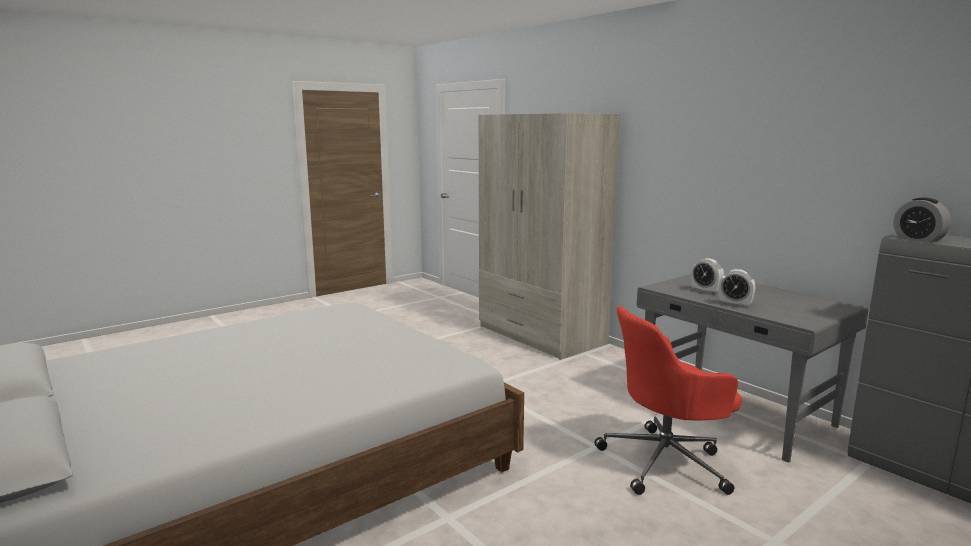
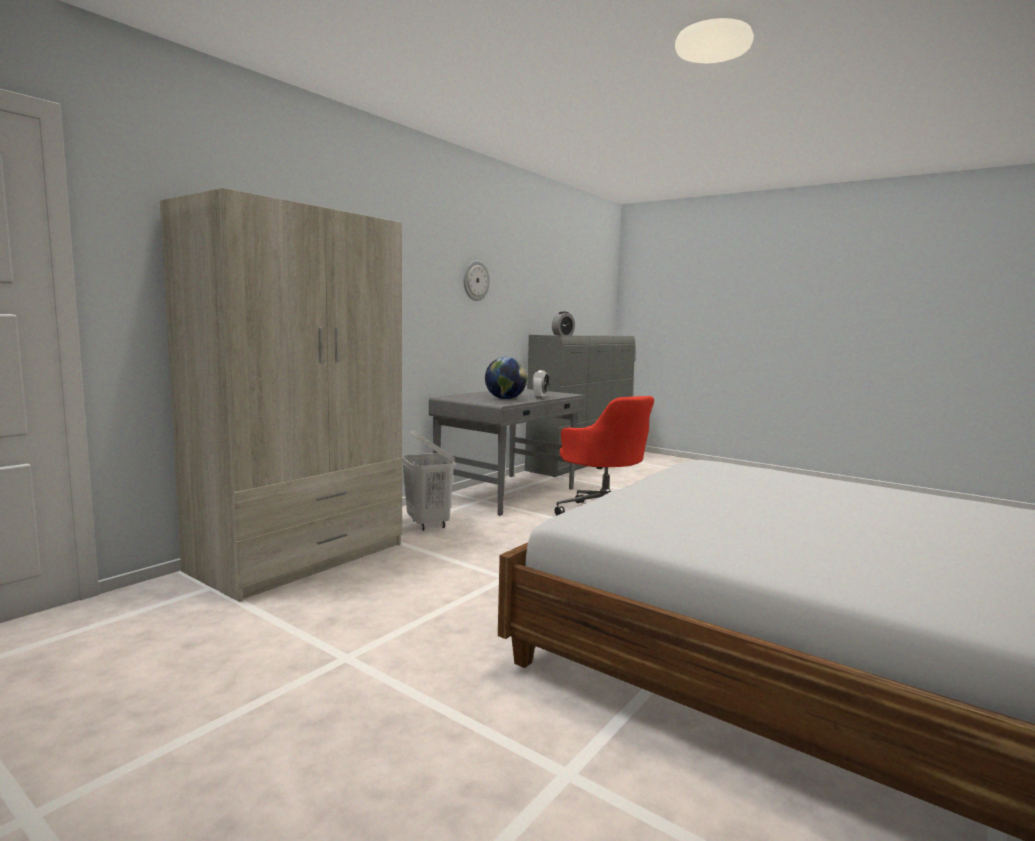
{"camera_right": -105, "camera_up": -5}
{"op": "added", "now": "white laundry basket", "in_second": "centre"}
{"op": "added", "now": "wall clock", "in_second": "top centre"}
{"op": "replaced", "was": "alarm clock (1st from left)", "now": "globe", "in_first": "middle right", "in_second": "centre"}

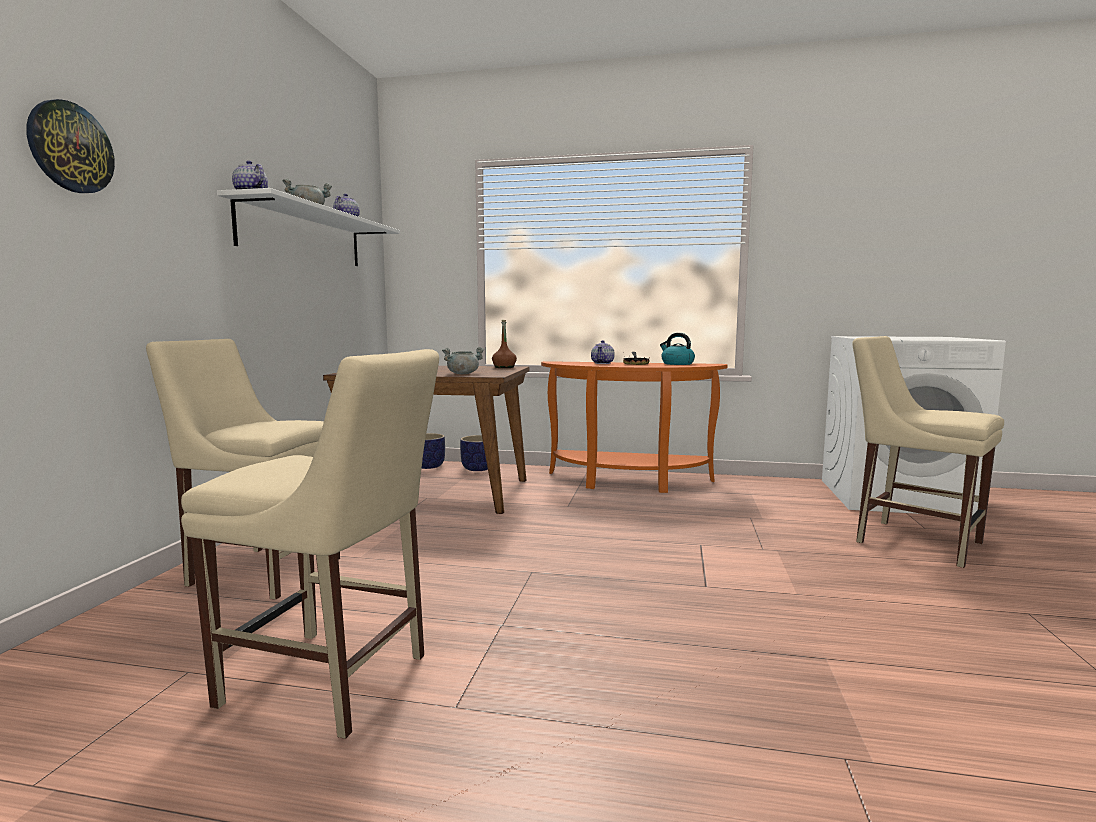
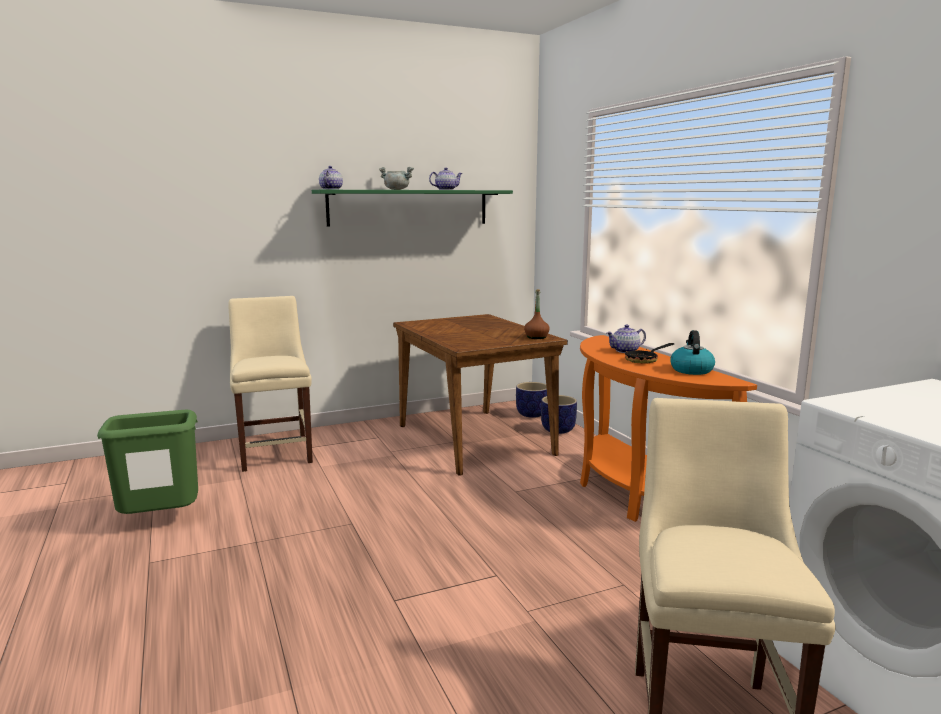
{"camera_right": 55, "camera_up": 5}
{"op": "replaced", "was": "beige chair (2nd from left)", "now": "green trash can", "in_first": "middle left", "in_second": "middle left"}
{"op": "recoloured", "was": "white shelf", "now": "green shelf", "in_first": "top left", "in_second": "top centre"}
{"op": "removed", "was": "wall clock", "in_first": "top left"}
{"op": "removed", "was": "grey cooking pot (2nd from left)", "in_first": "centre"}

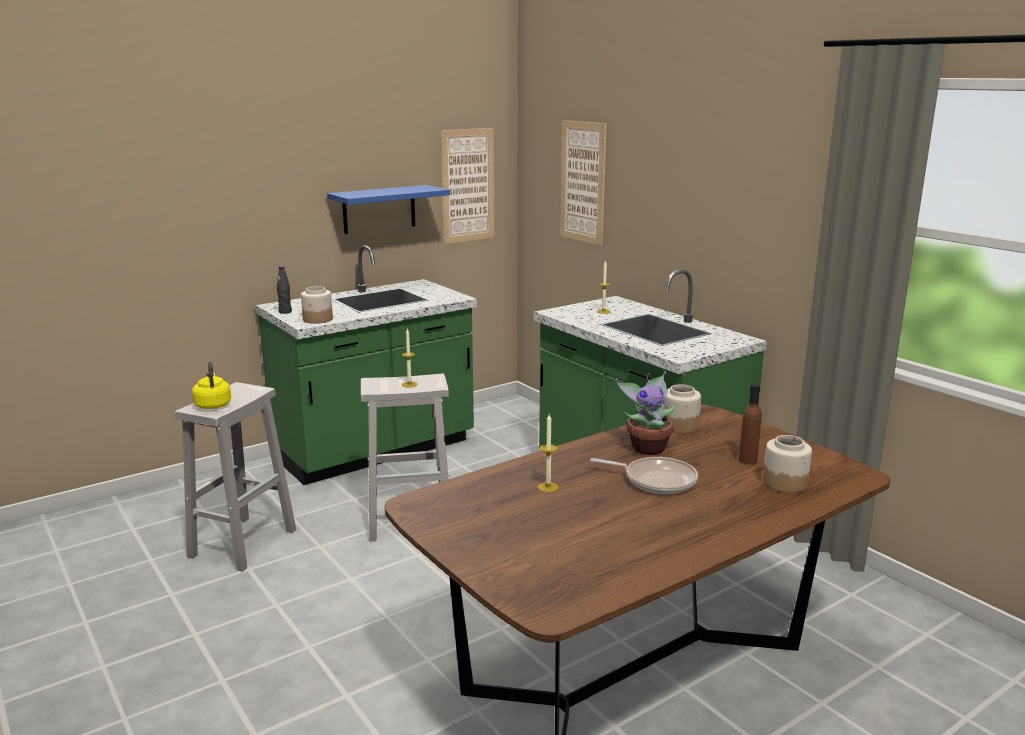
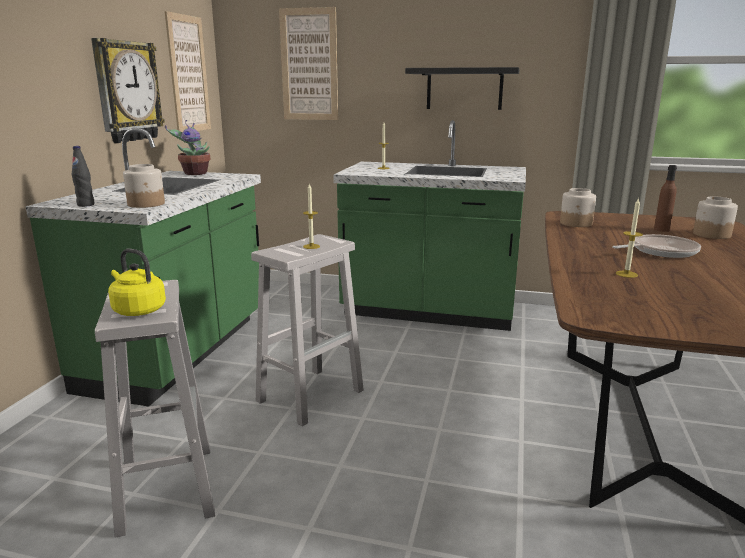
{"camera_right": -40, "camera_up": 0}
{"op": "replaced", "was": "blue shelf", "now": "wall clock", "in_first": "top centre", "in_second": "top left"}
{"op": "moved", "was": "potted plant", "in_first": "centre", "in_second": "top left"}
{"op": "added", "now": "black shelf", "in_second": "top centre"}

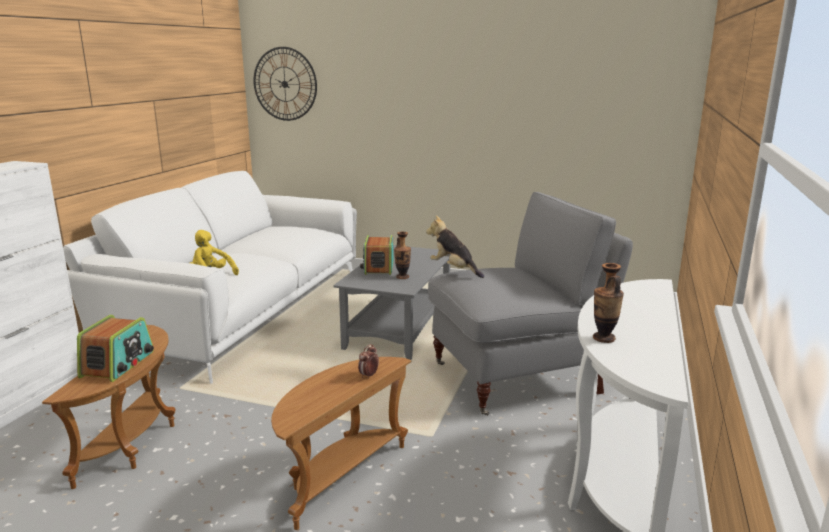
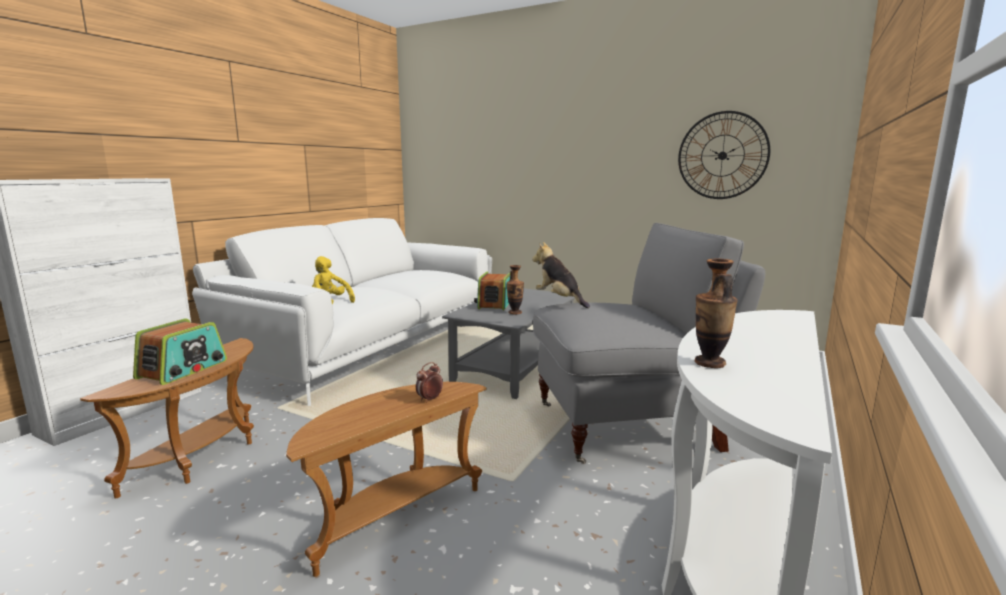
{"camera_right": 10, "camera_up": -5}
{"op": "moved", "was": "wall clock", "in_first": "top centre", "in_second": "top right"}

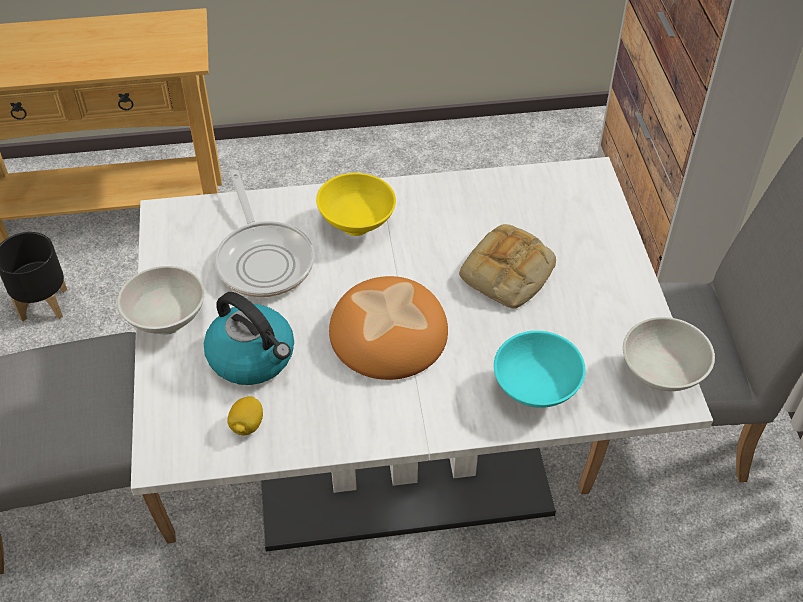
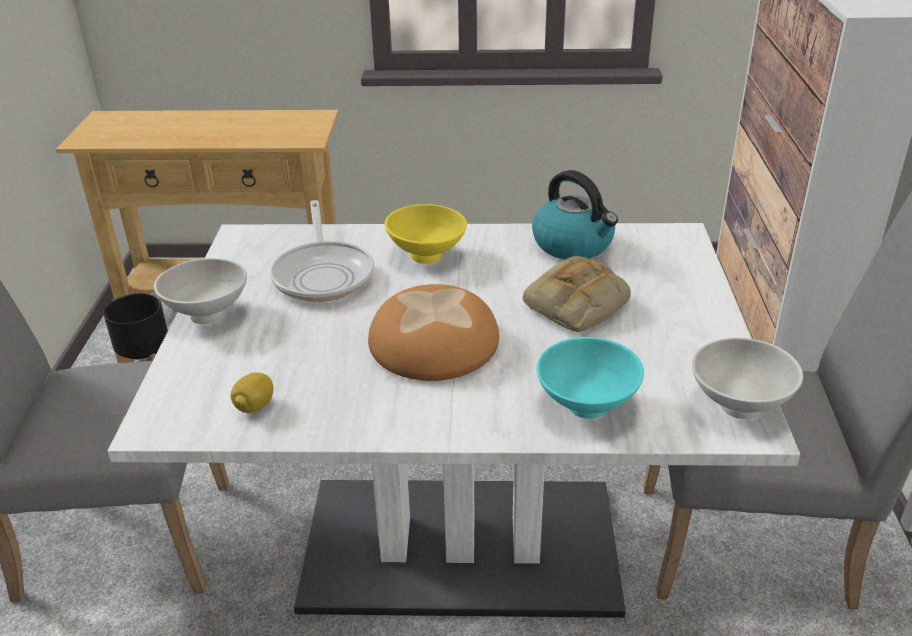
{"camera_right": 10, "camera_up": -15}
{"op": "moved", "was": "kettle", "in_first": "middle left", "in_second": "centre"}

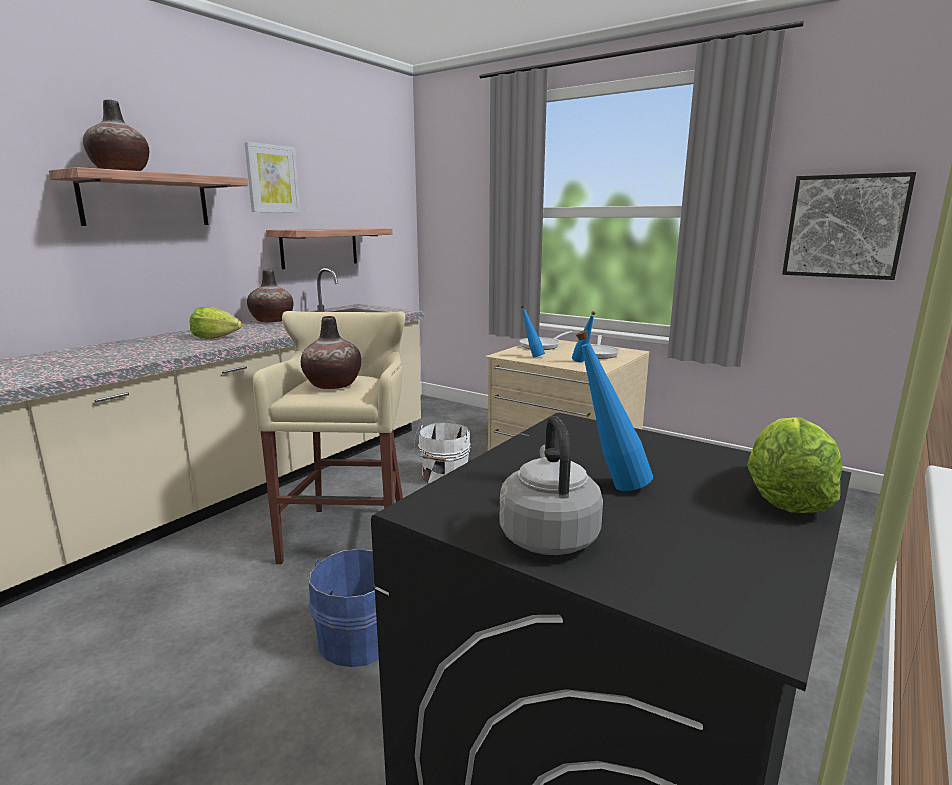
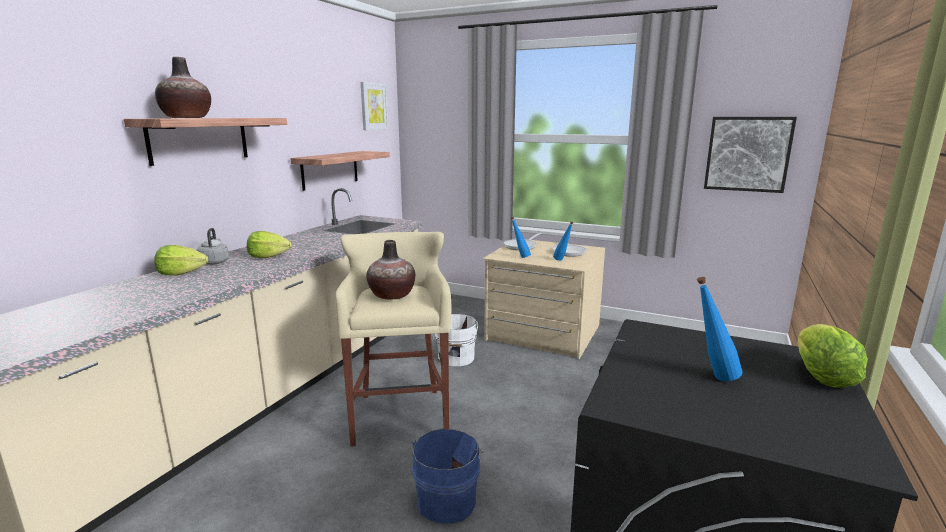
{"camera_right": -10, "camera_up": 0}
{"op": "added", "now": "lettuce (1st from left)", "in_second": "middle left"}
{"op": "moved", "was": "grey kettle", "in_first": "centre", "in_second": "middle left"}
{"op": "moved", "was": "picture (1st from left)", "in_first": "top left", "in_second": "top centre"}
{"op": "removed", "was": "vase (2nd from left)", "in_first": "middle left"}

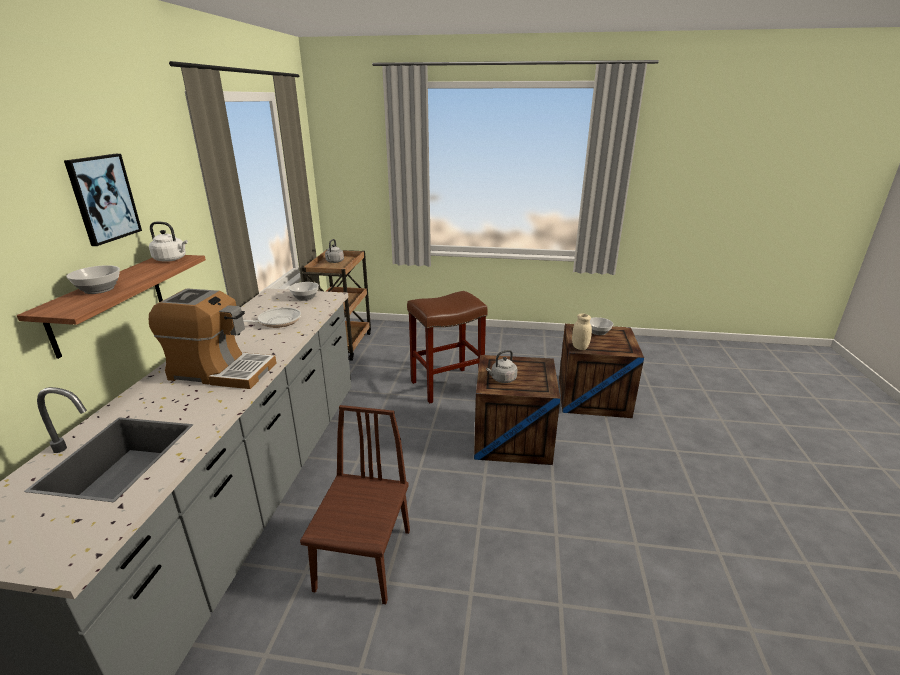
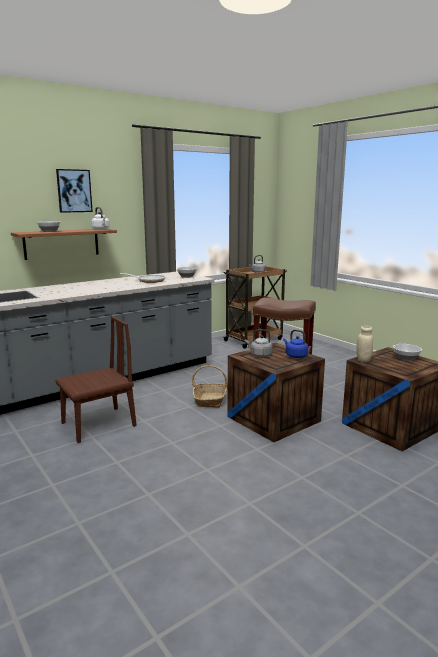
{"camera_right": 45, "camera_up": -10}
{"op": "added", "now": "basket", "in_second": "centre"}
{"op": "added", "now": "blue kettle", "in_second": "middle right"}
{"op": "removed", "was": "coffee machine", "in_first": "middle left"}

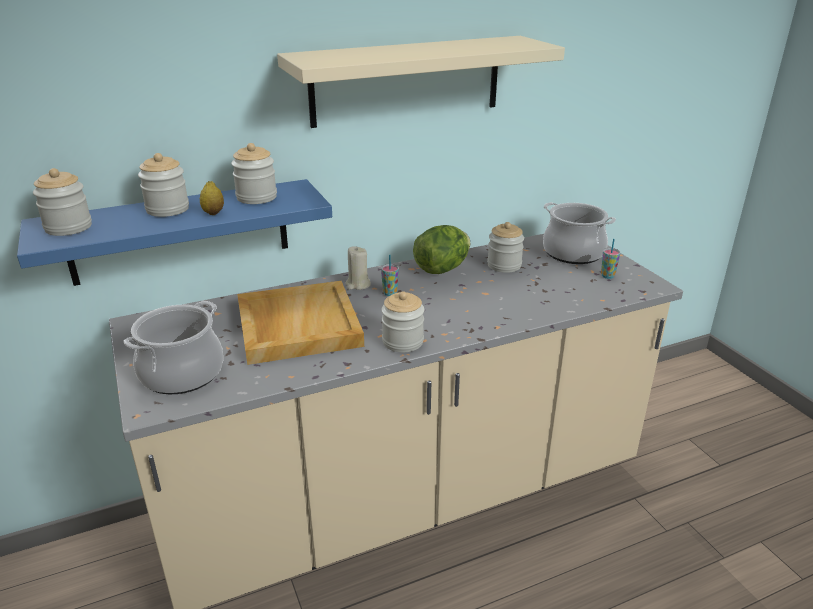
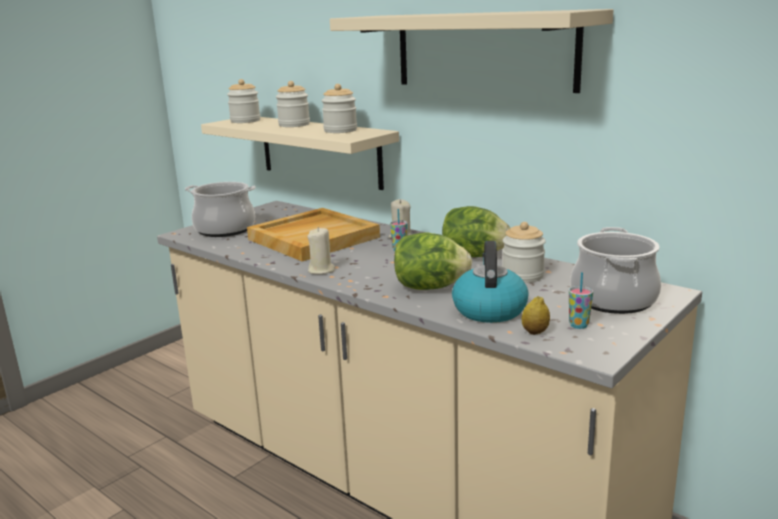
{"camera_right": 65, "camera_up": -10}
{"op": "recoloured", "was": "blue shelf", "now": "beige shelf (1st from left)", "in_first": "middle left", "in_second": "top centre"}
{"op": "replaced", "was": "jar (4th from left)", "now": "beige candle (1st from left)", "in_first": "centre", "in_second": "centre"}
{"op": "added", "now": "lettuce (1st from left)", "in_second": "centre"}
{"op": "added", "now": "kettle", "in_second": "centre"}
{"op": "moved", "was": "lemon", "in_first": "top left", "in_second": "middle right"}

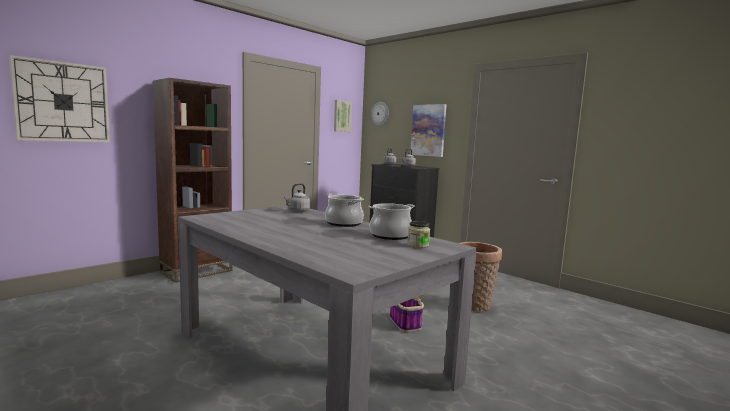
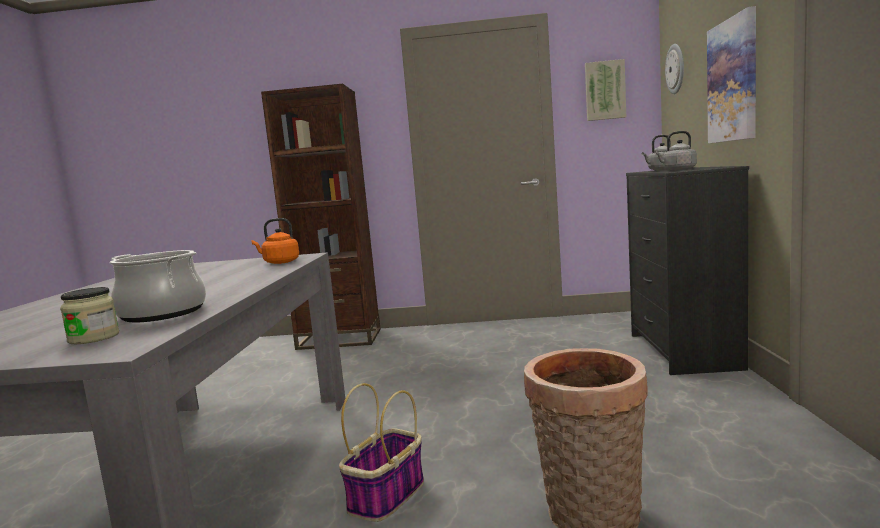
{"camera_right": 50, "camera_up": 0}
{"op": "recoloured", "was": "grey kettle (1st from left)", "now": "orange kettle", "in_first": "centre", "in_second": "middle left"}
{"op": "removed", "was": "wall clock (1st from left)", "in_first": "top left"}
{"op": "removed", "was": "cooking pot (1st from left)", "in_first": "centre"}

